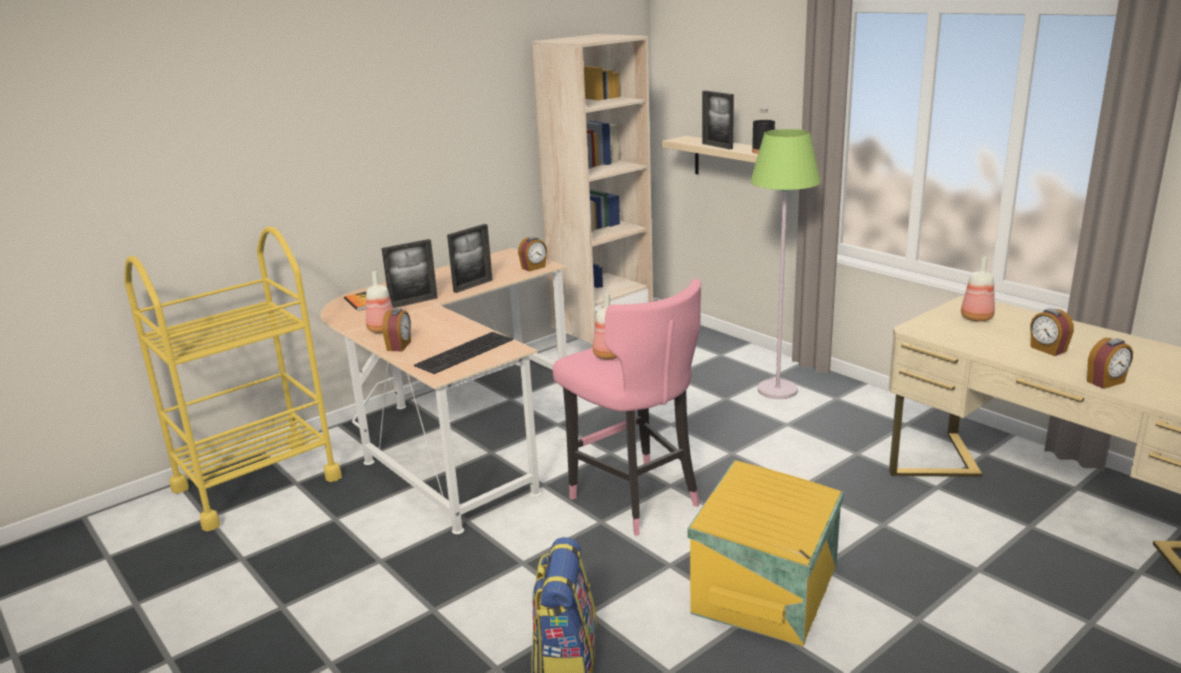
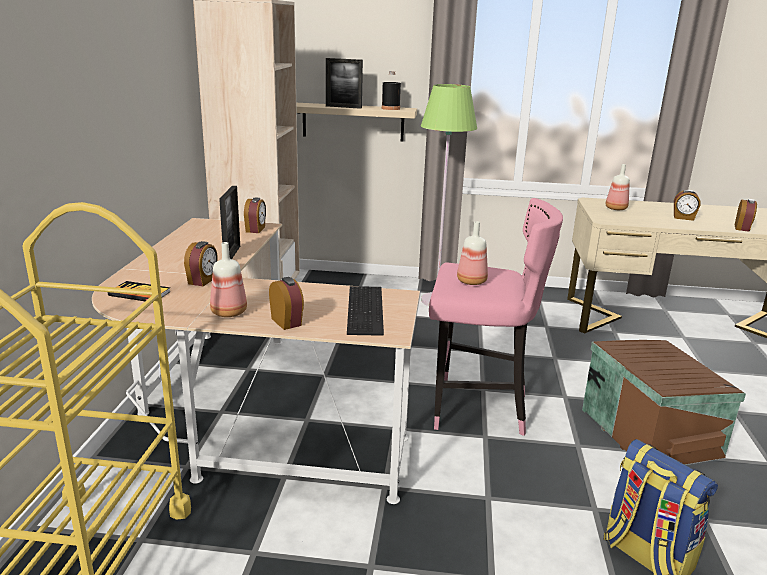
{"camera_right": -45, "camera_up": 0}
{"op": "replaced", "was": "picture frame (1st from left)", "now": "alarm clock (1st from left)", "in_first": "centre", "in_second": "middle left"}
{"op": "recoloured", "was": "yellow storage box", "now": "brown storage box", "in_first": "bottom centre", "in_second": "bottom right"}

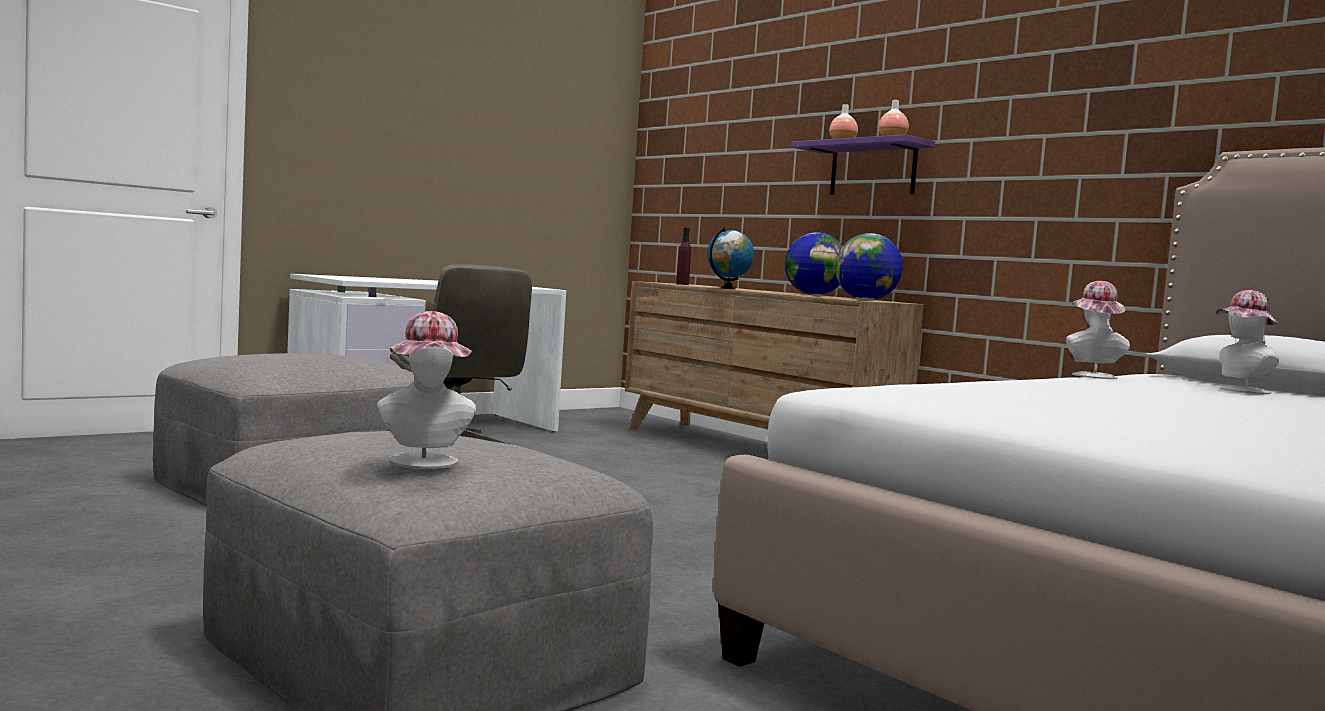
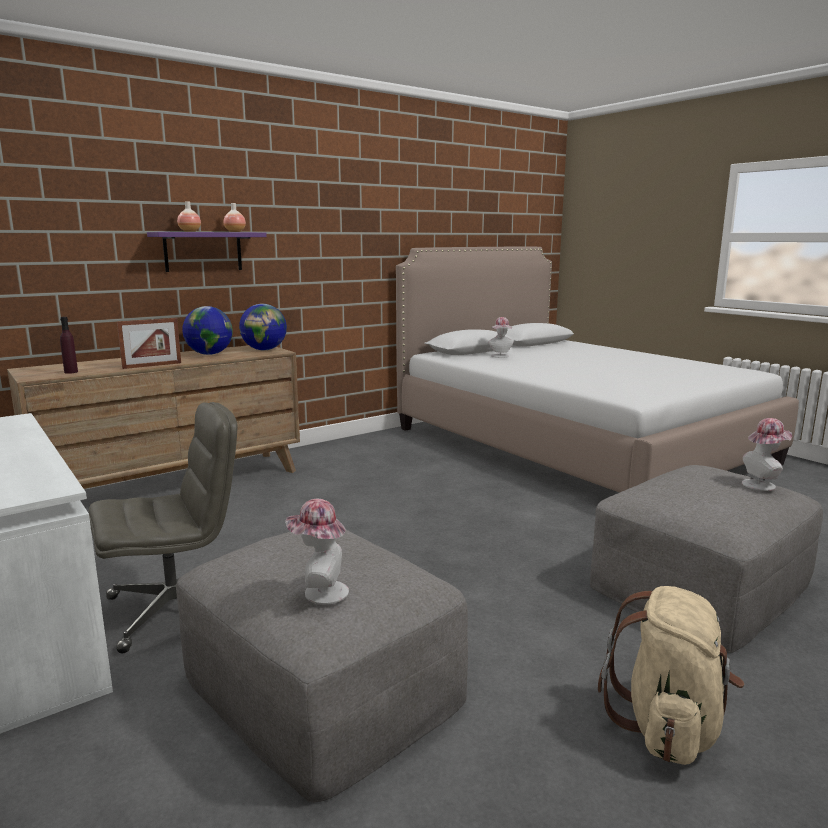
{"camera_right": -85, "camera_up": 10}
{"op": "replaced", "was": "globe (1st from left)", "now": "picture frame", "in_first": "centre", "in_second": "middle left"}
{"op": "moved", "was": "hat (2nd from left in the first image)", "now": "hat (1st from left)", "in_first": "middle right", "in_second": "centre"}
{"op": "added", "now": "beige backpack", "in_second": "bottom right"}

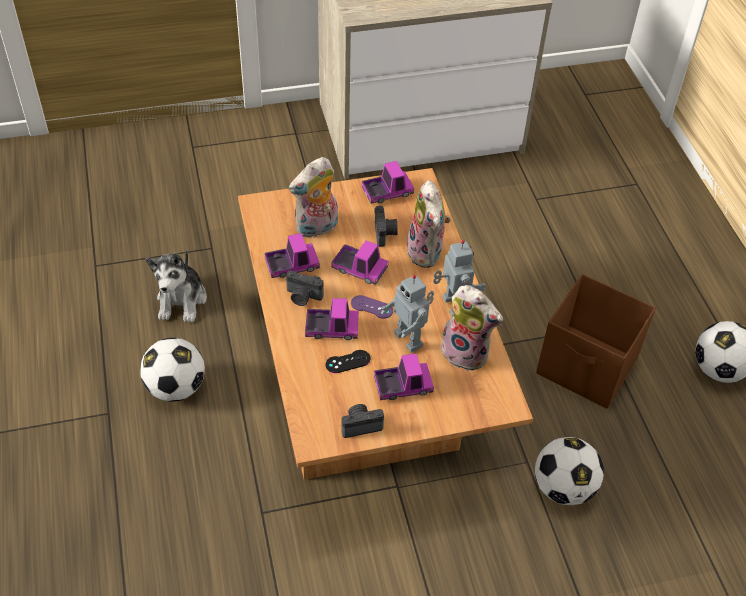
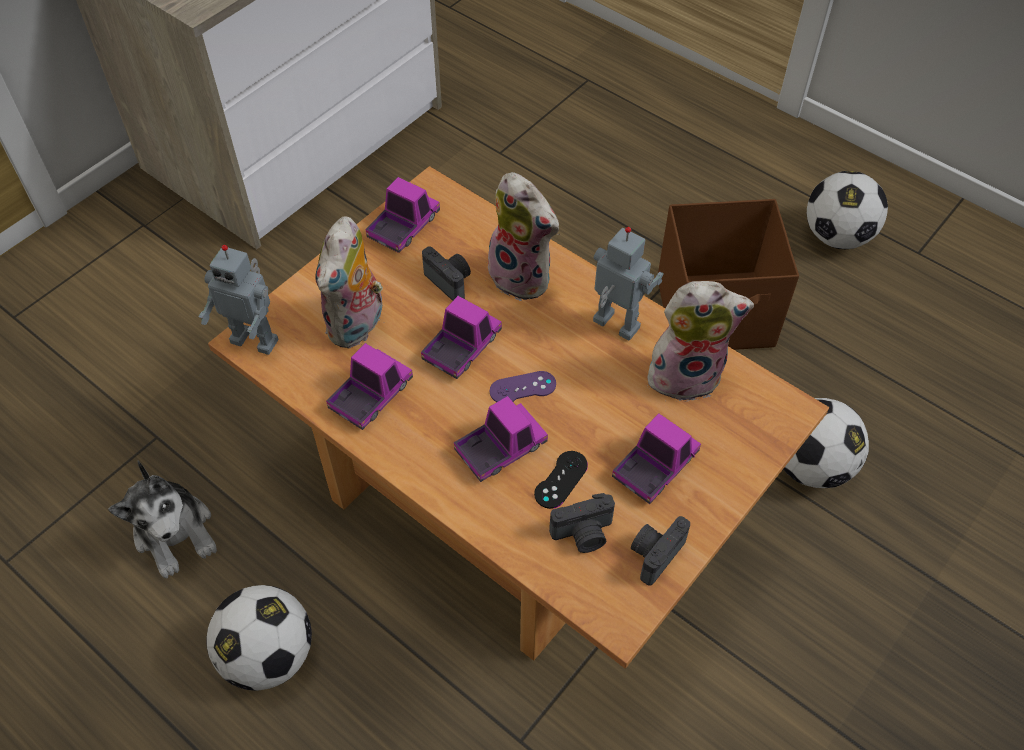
{"camera_right": -35, "camera_up": 5}
{"op": "moved", "was": "toy robot (1st from left)", "in_first": "centre", "in_second": "middle left"}
{"op": "turned", "was": "toy truck (3rd from left)", "in_first": "centre", "in_second": "centre", "clockwise": -45}
{"op": "moved", "was": "photo camera (1st from left in the first image)", "now": "photo camera (2nd from left)", "in_first": "centre", "in_second": "bottom centre"}

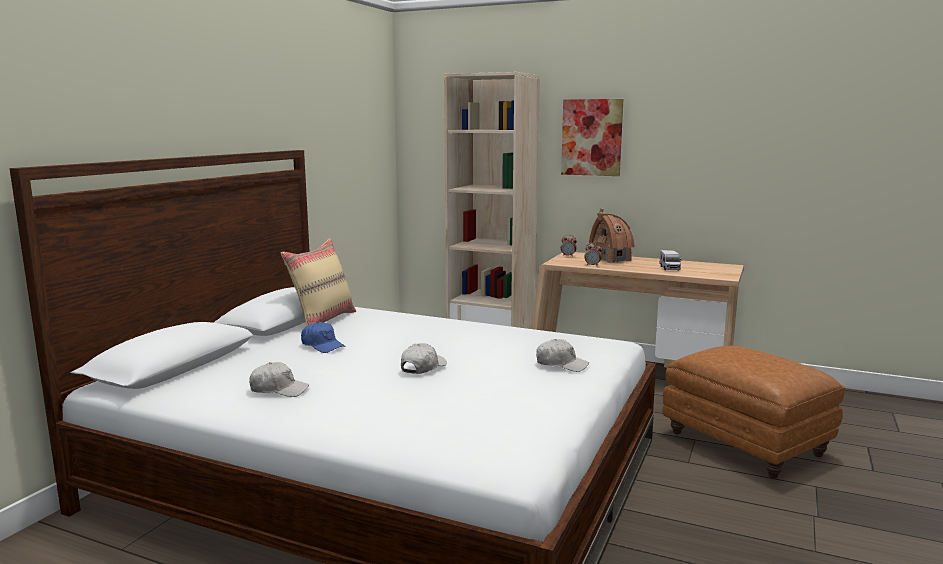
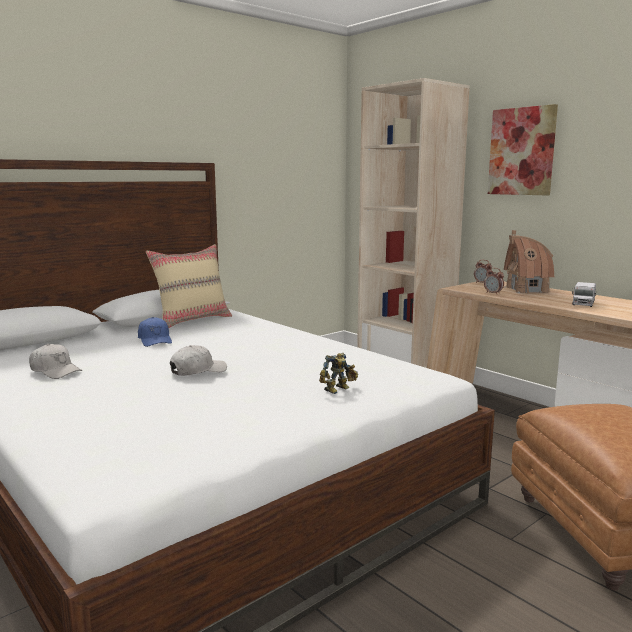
{"camera_right": 25, "camera_up": 0}
{"op": "replaced", "was": "white cap (3rd from left)", "now": "toy robot", "in_first": "centre", "in_second": "centre"}

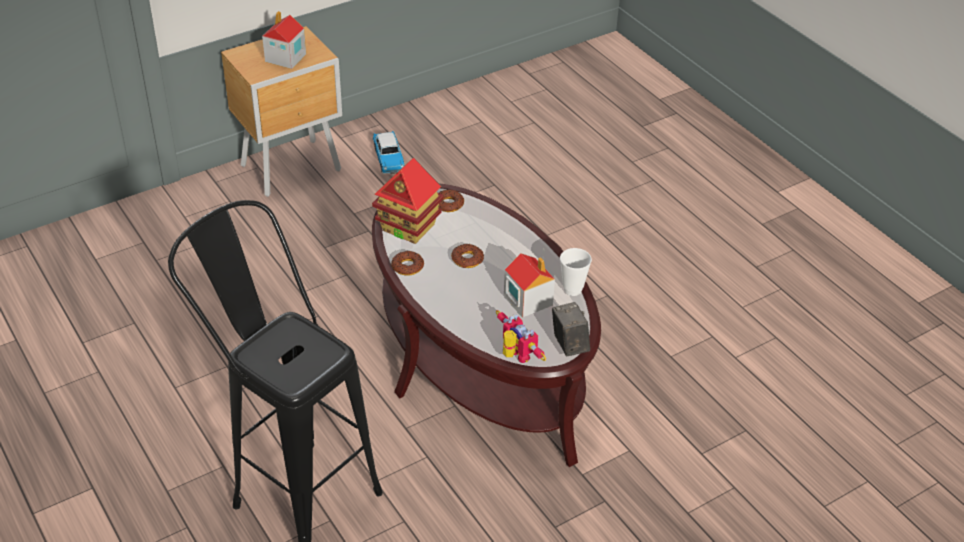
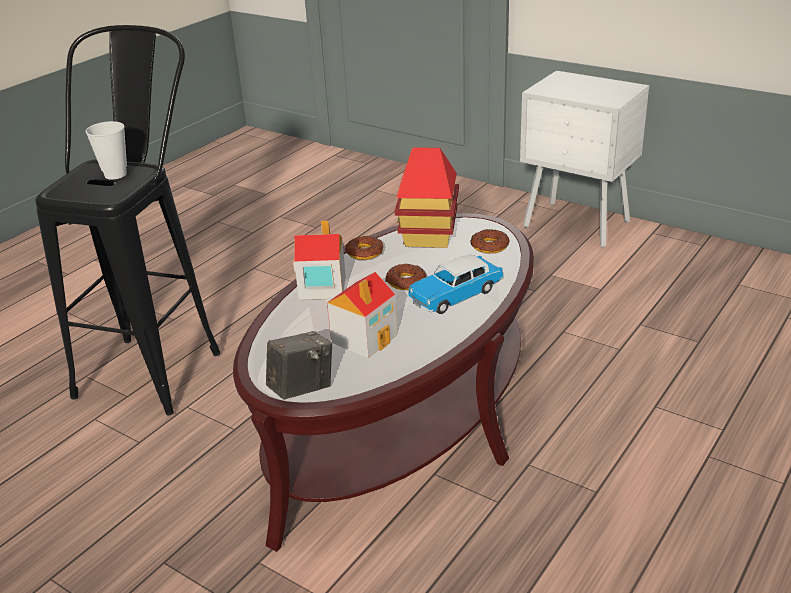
{"camera_right": 70, "camera_up": -10}
{"op": "moved", "was": "cup", "in_first": "centre", "in_second": "top left"}
{"op": "moved", "was": "toy house (1st from left)", "in_first": "top left", "in_second": "centre"}
{"op": "moved", "was": "toy car", "in_first": "top centre", "in_second": "centre"}
{"op": "recoloured", "was": "brown nightstand", "now": "white nightstand", "in_first": "top left", "in_second": "top right"}
{"op": "removed", "was": "toy robot", "in_first": "centre"}

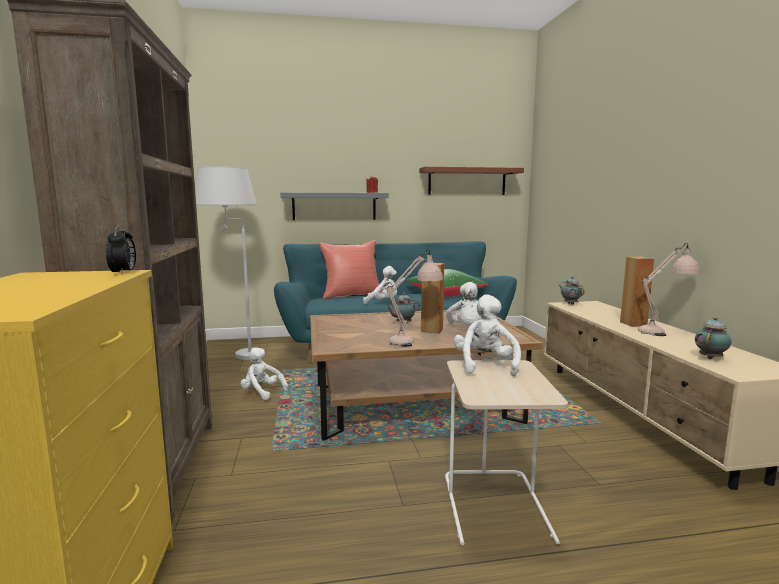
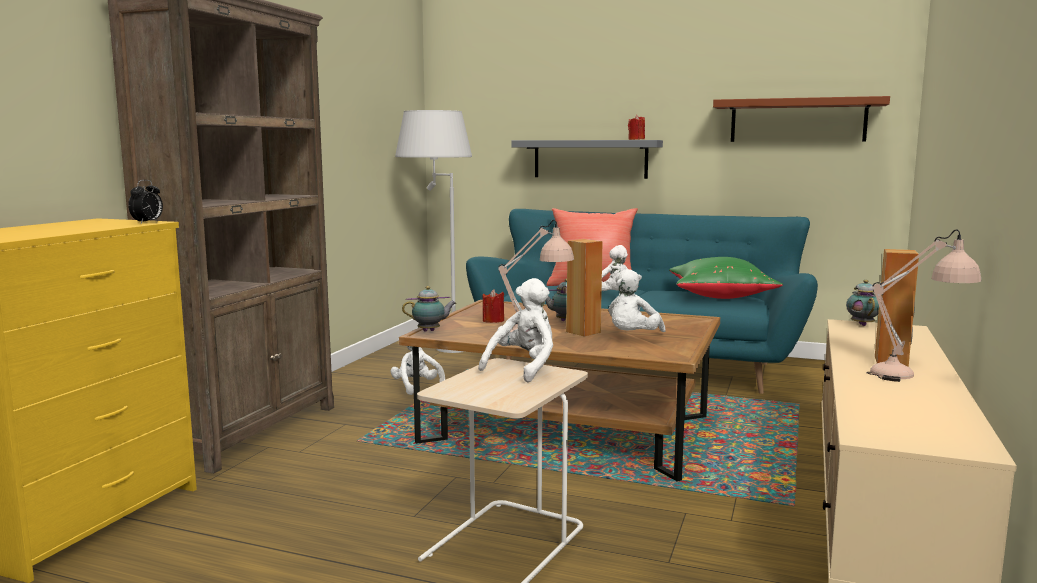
{"camera_right": 30, "camera_up": 0}
{"op": "moved", "was": "teapot (3rd from left in the first image)", "now": "teapot (1st from left)", "in_first": "middle right", "in_second": "centre"}
{"op": "added", "now": "red candle (1st from left)", "in_second": "centre"}

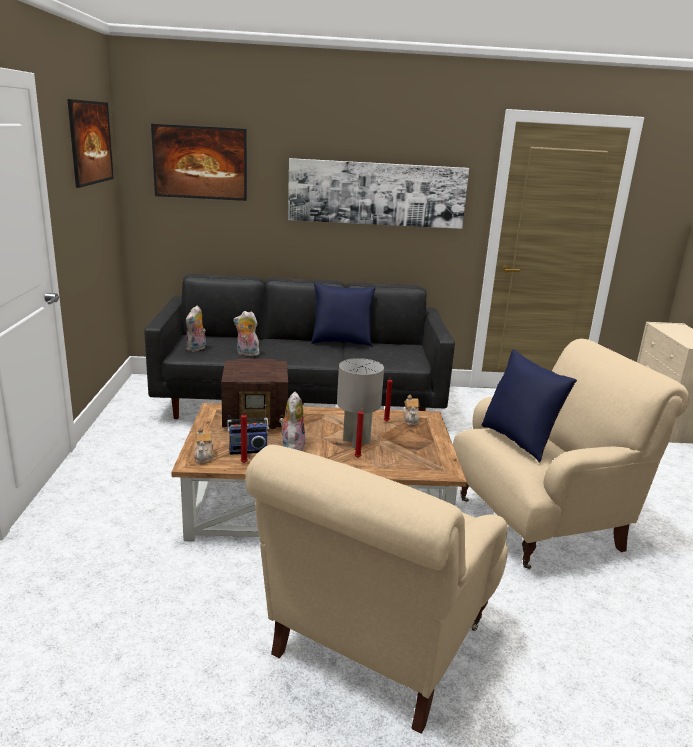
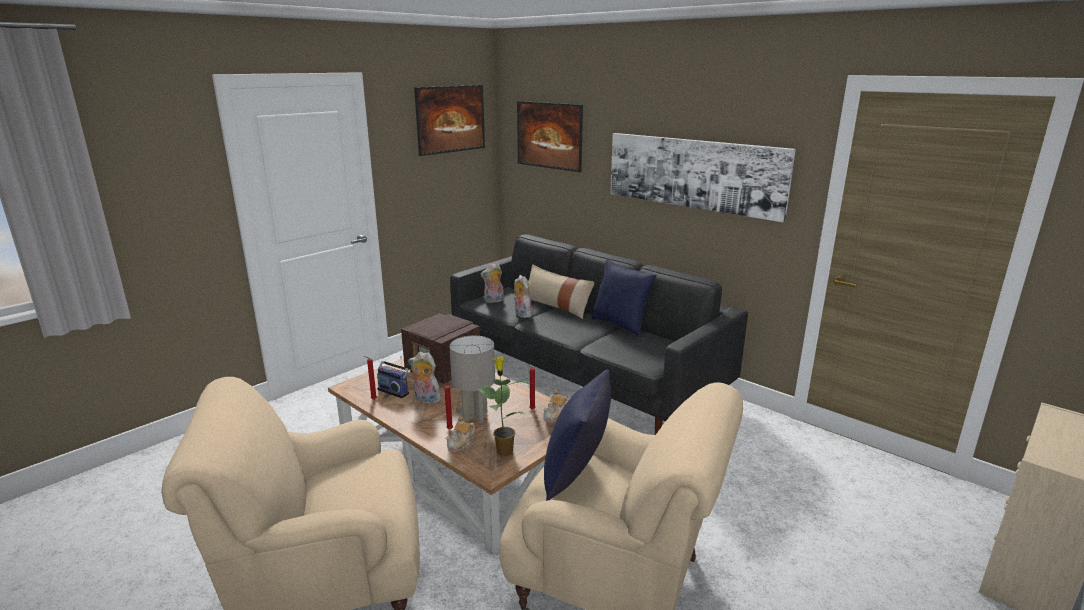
{"camera_right": 45, "camera_up": 0}
{"op": "turned", "was": "plush toy (3rd from left in the first image)", "in_first": "centre", "in_second": "centre", "clockwise": -120}
{"op": "moved", "was": "teapot (1st from left)", "in_first": "middle left", "in_second": "bottom centre"}
{"op": "added", "now": "potted plant", "in_second": "centre"}
{"op": "added", "now": "beige pillow", "in_second": "centre"}

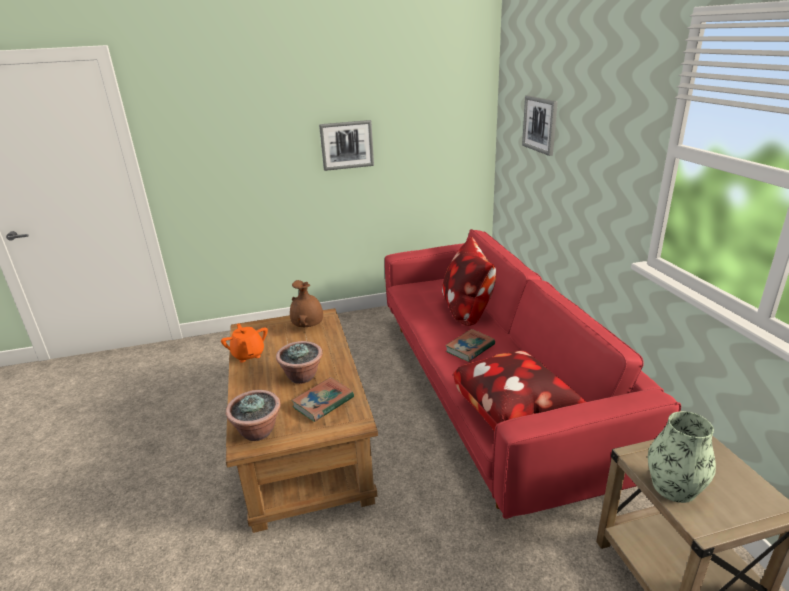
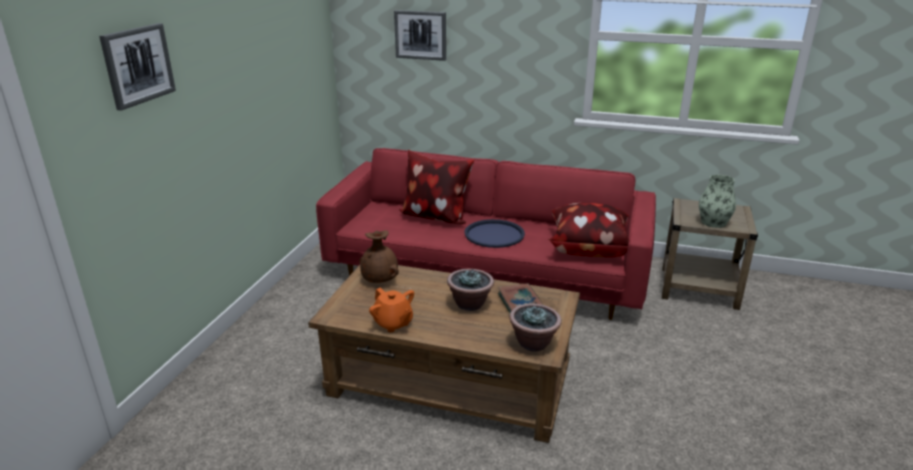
{"camera_right": -60, "camera_up": 0}
{"op": "moved", "was": "picture (1st from left)", "in_first": "top centre", "in_second": "top left"}
{"op": "turned", "was": "orange teapot", "in_first": "middle left", "in_second": "centre", "clockwise": -135}
{"op": "replaced", "was": "book (2nd from left)", "now": "blue tray", "in_first": "centre", "in_second": "centre"}

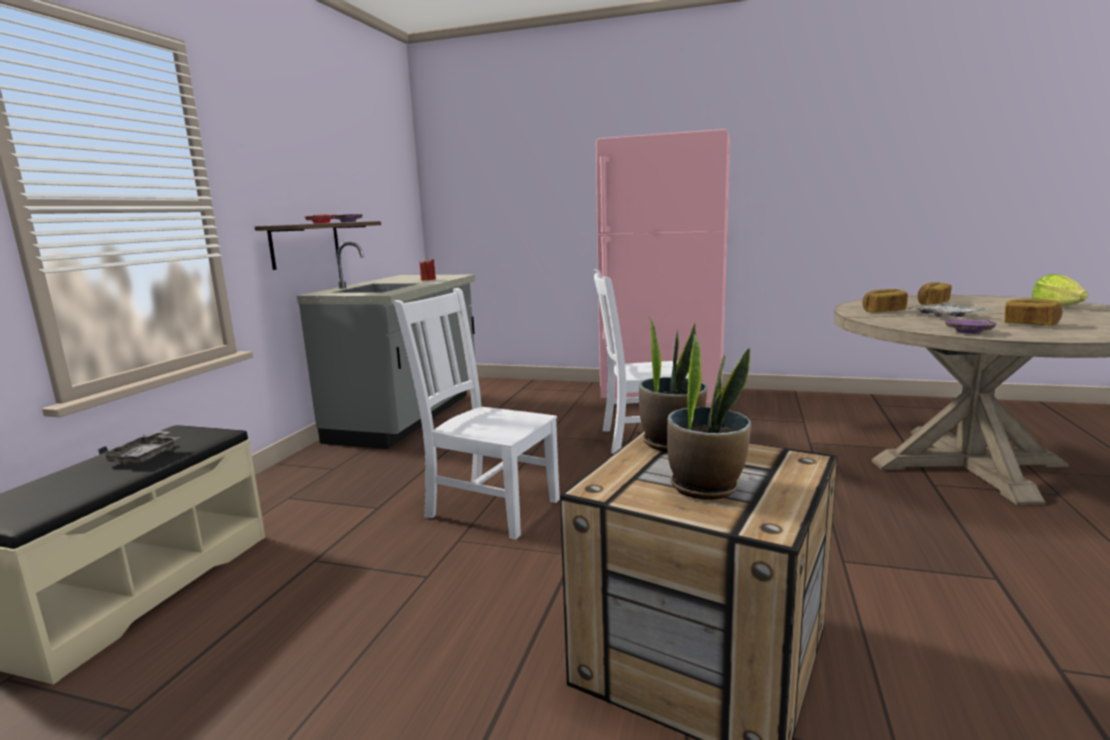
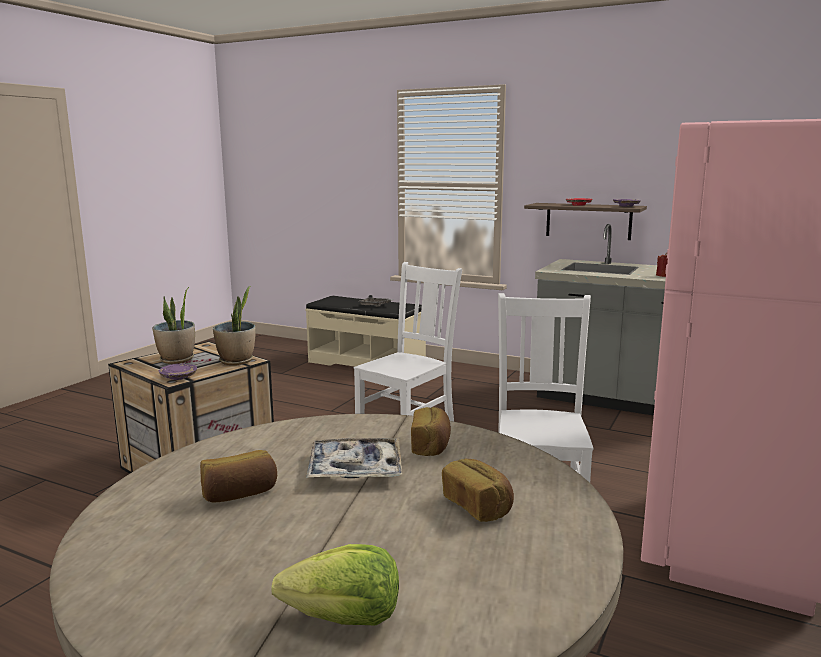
{"camera_right": 100, "camera_up": 0}
{"op": "moved", "was": "purple plate (2nd from left in the first image)", "now": "purple plate (1st from left)", "in_first": "middle right", "in_second": "middle left"}

